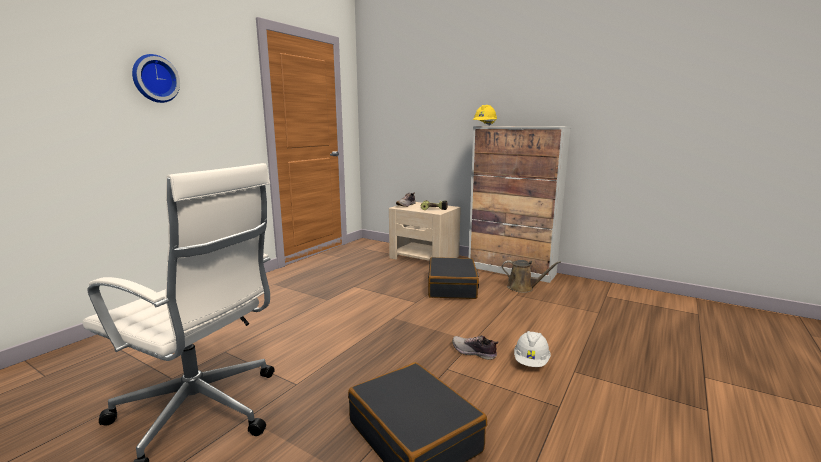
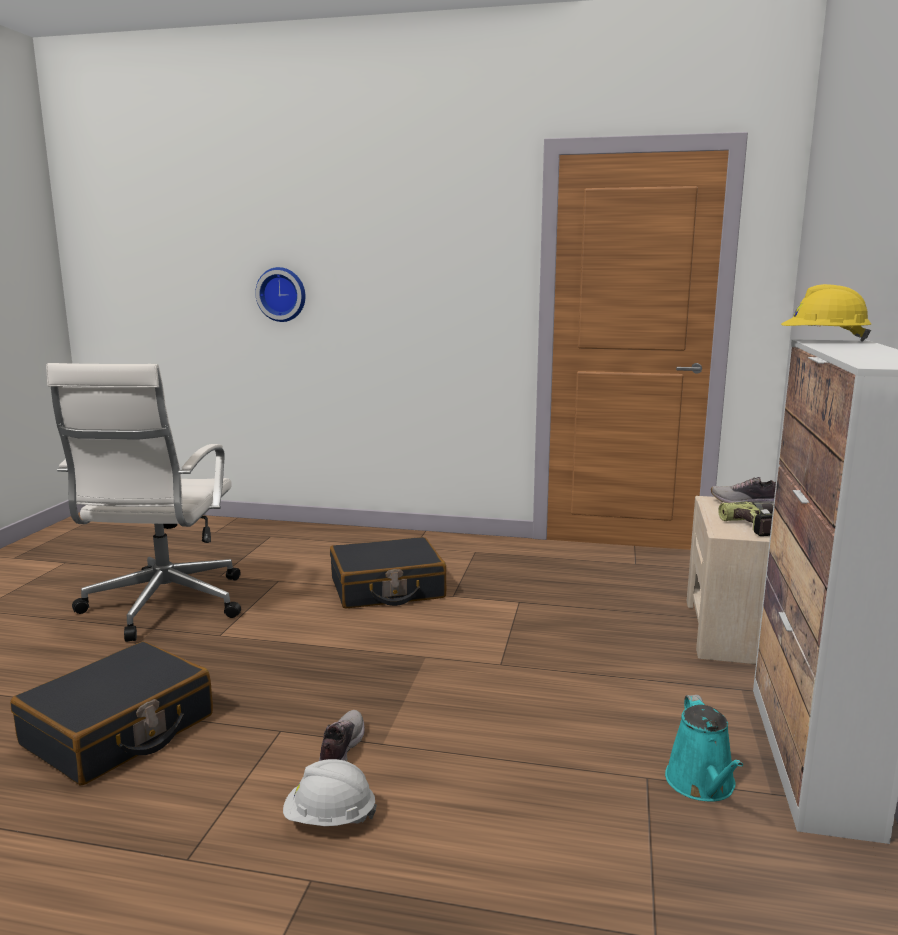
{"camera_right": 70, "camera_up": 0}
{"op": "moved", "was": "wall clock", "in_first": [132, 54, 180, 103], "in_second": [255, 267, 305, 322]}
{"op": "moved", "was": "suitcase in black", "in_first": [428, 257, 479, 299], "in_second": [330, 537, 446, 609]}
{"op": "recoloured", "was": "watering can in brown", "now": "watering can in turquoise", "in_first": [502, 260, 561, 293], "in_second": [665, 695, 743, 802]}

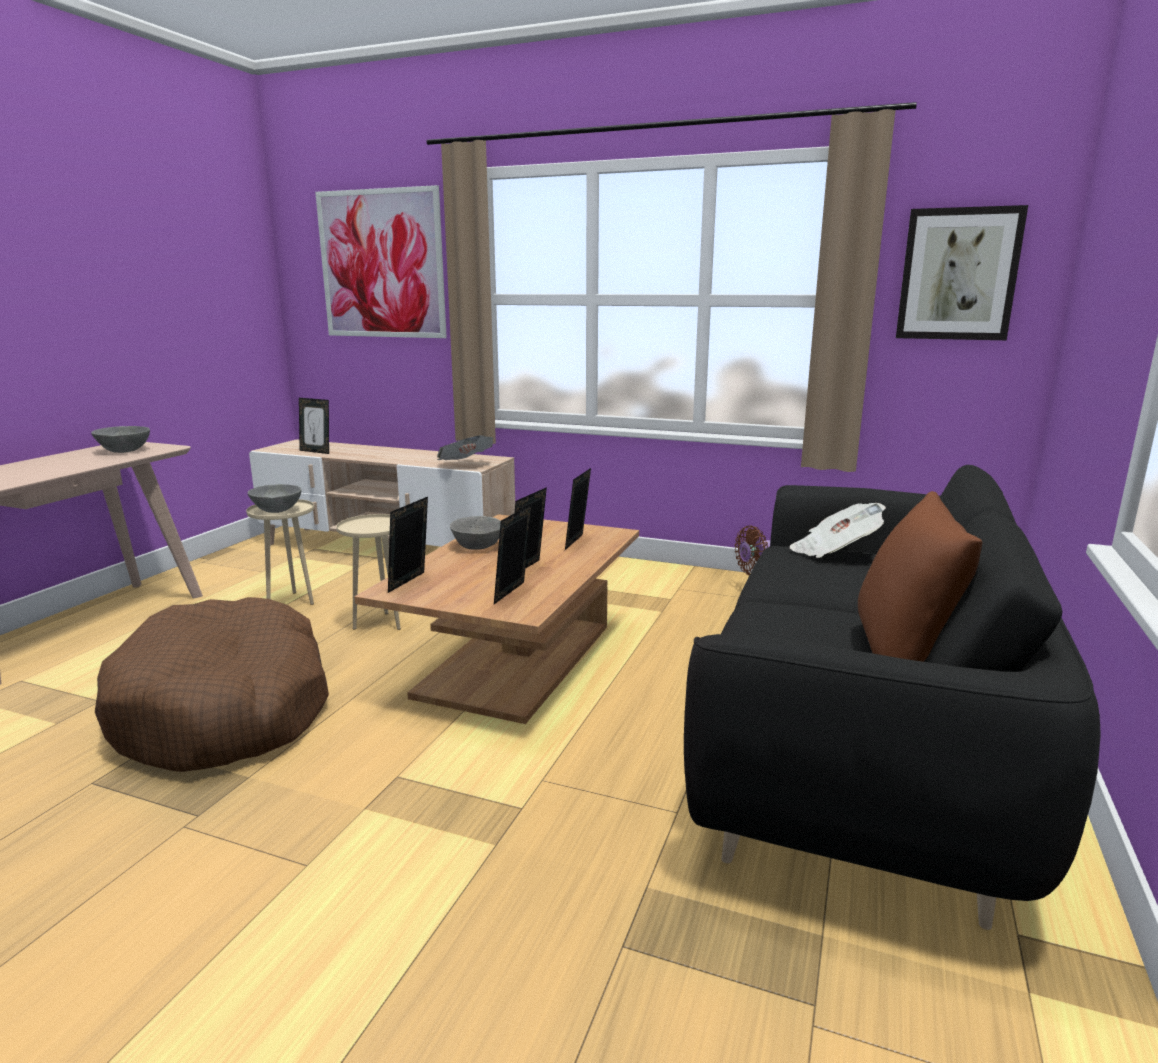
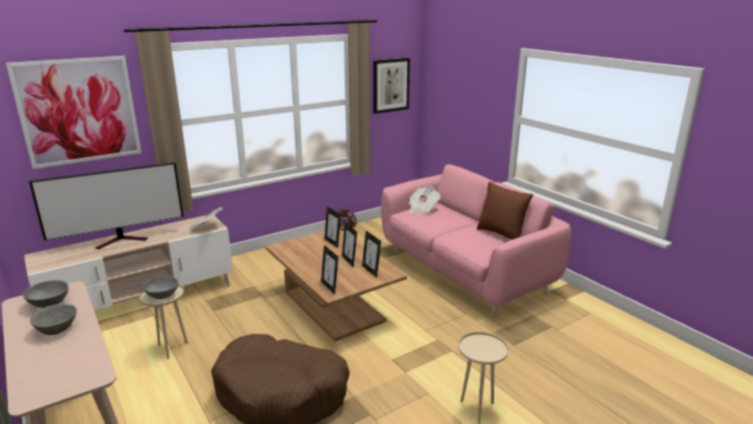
{"camera_right": -55, "camera_up": 5}
{"op": "removed", "was": "picture frame", "in_first": [299, 398, 329, 454]}
{"op": "added", "now": "television", "in_second": [29, 162, 184, 249]}
{"op": "moved", "was": "side table in beige", "in_first": [336, 514, 401, 630], "in_second": [458, 332, 508, 423]}
{"op": "moved", "was": "bowl in grey", "in_first": [450, 516, 501, 550], "in_second": [30, 304, 77, 335]}
{"op": "recoloured", "was": "sofa in black", "now": "sofa in pink", "in_first": [684, 465, 1100, 930], "in_second": [381, 165, 571, 316]}

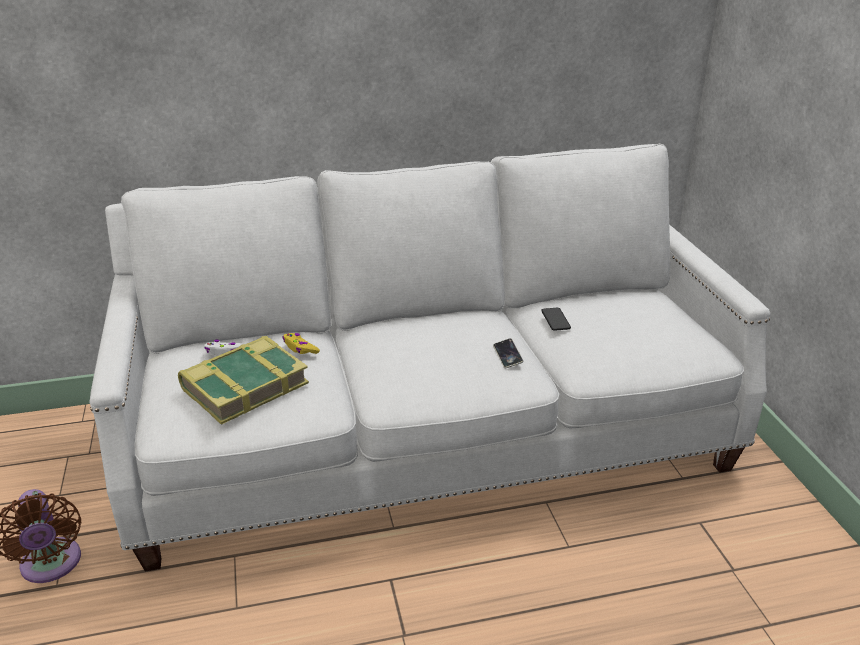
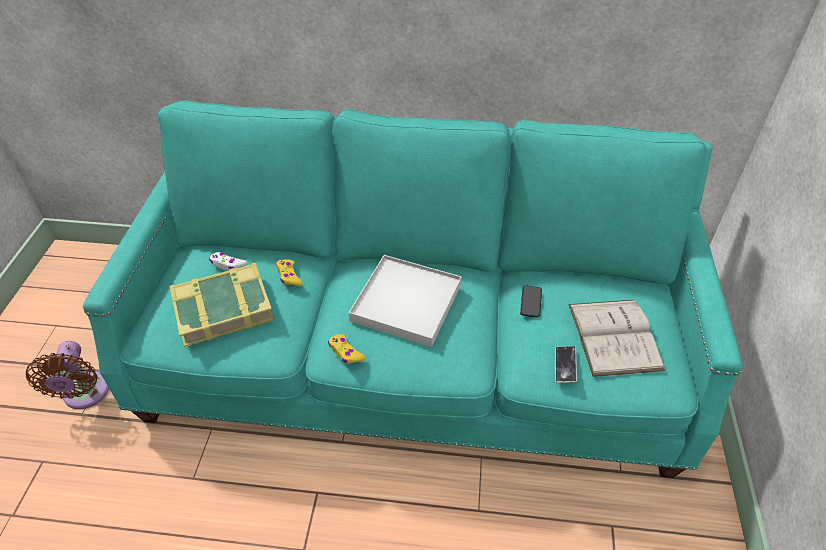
{"camera_right": 20, "camera_up": 15}
{"op": "added", "now": "game controller in yellow", "in_second": [328, 334, 366, 364]}
{"op": "added", "now": "tray in white", "in_second": [349, 255, 462, 347]}
{"op": "added", "now": "book in white", "in_second": [569, 300, 665, 377]}
{"op": "moved", "was": "phone", "in_first": [493, 338, 524, 368], "in_second": [555, 346, 577, 383]}
{"op": "recoloured", "was": "sofa in white", "now": "sofa in turquoise", "in_first": [89, 144, 770, 571], "in_second": [83, 100, 743, 478]}

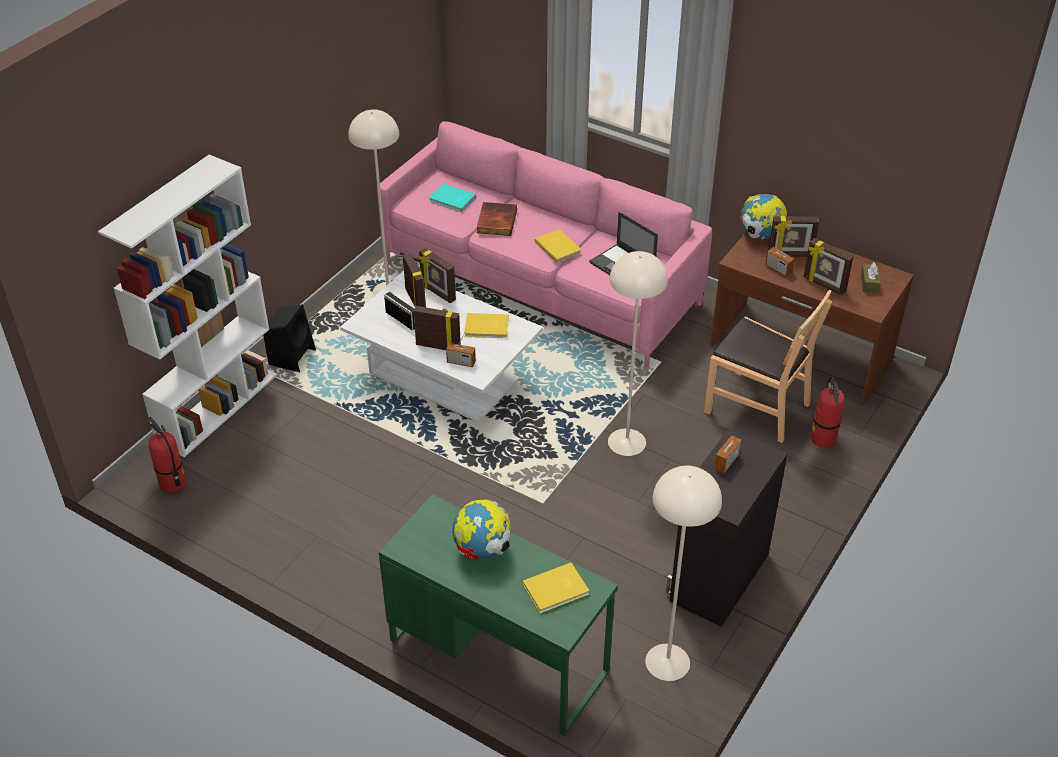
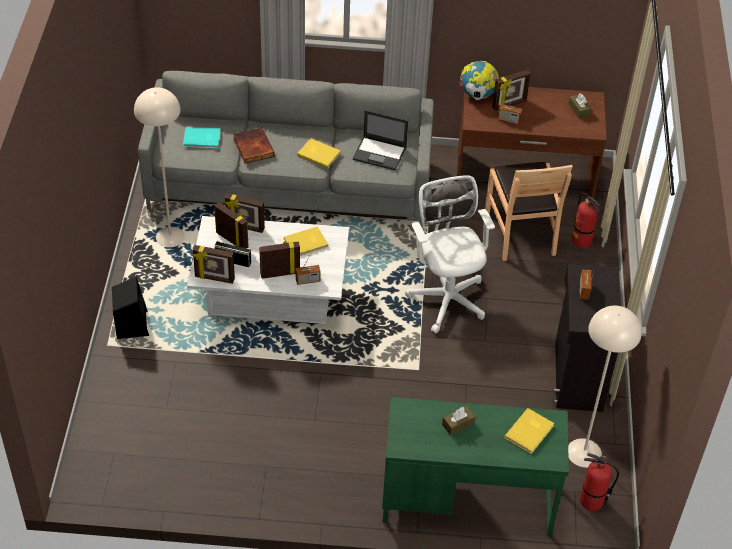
{"camera_right": -30, "camera_up": 5}
{"op": "removed", "was": "bookcase in white", "in_first": [98, 155, 277, 457]}
{"op": "moved", "was": "fire extinguisher", "in_first": [148, 417, 186, 493], "in_second": [580, 453, 619, 511]}
{"op": "moved", "was": "picture frame", "in_first": [804, 238, 853, 295], "in_second": [193, 245, 235, 284]}
{"op": "replaced", "was": "globe", "now": "tissue box in brown", "in_first": [452, 500, 511, 559], "in_second": [442, 406, 475, 435]}
{"op": "replaced", "was": "floor lamp in beige", "now": "office chair in white", "in_first": [608, 251, 668, 456], "in_second": [405, 175, 495, 334]}
{"op": "recoloured", "was": "sofa in pink", "now": "sofa in grey", "in_first": [377, 121, 712, 368], "in_second": [138, 71, 434, 228]}
{"op": "turned", "was": "chair in brown", "in_first": [704, 290, 832, 443], "in_second": [485, 162, 573, 261], "clockwise": 75}

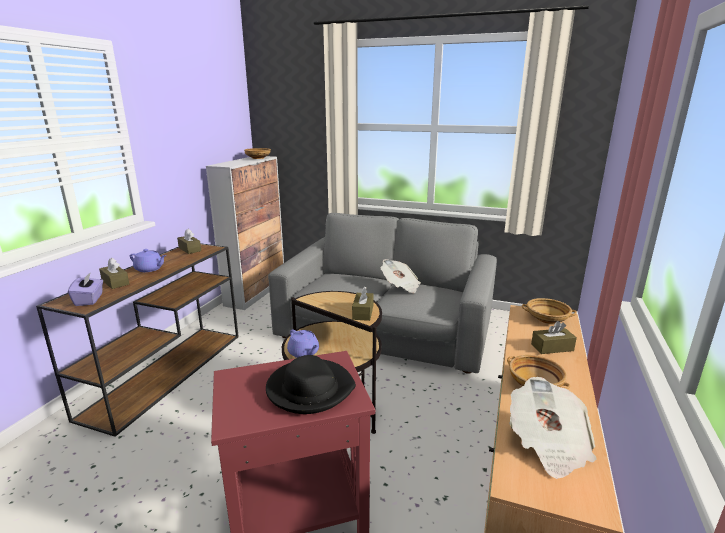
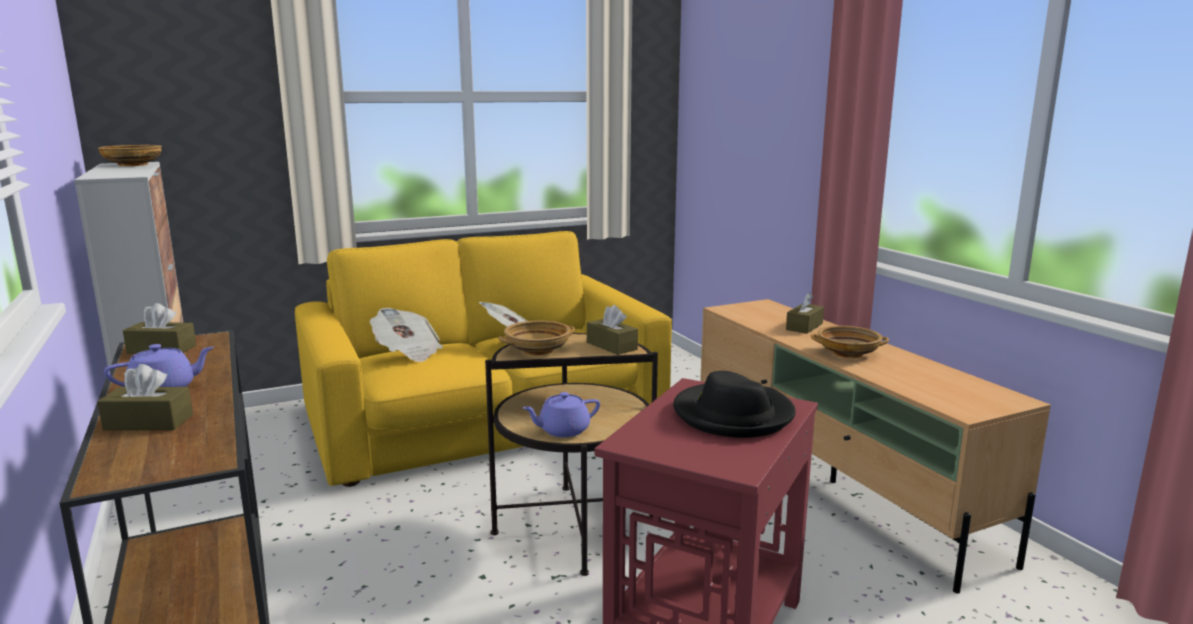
{"camera_right": -45, "camera_up": -5}
{"op": "removed", "was": "tissue box in purple", "in_first": [68, 272, 103, 306]}
{"op": "moved", "was": "newspaper", "in_first": [509, 377, 597, 479], "in_second": [370, 308, 443, 362]}
{"op": "moved", "was": "bowl in beige", "in_first": [522, 298, 577, 324], "in_second": [498, 321, 575, 355]}
{"op": "recoloured", "was": "sofa in grey", "now": "sofa in yellow", "in_first": [268, 213, 497, 374], "in_second": [295, 231, 672, 487]}
{"op": "turned", "was": "teapot in purple", "in_first": [287, 329, 319, 358], "in_second": [522, 392, 600, 437], "clockwise": 150}

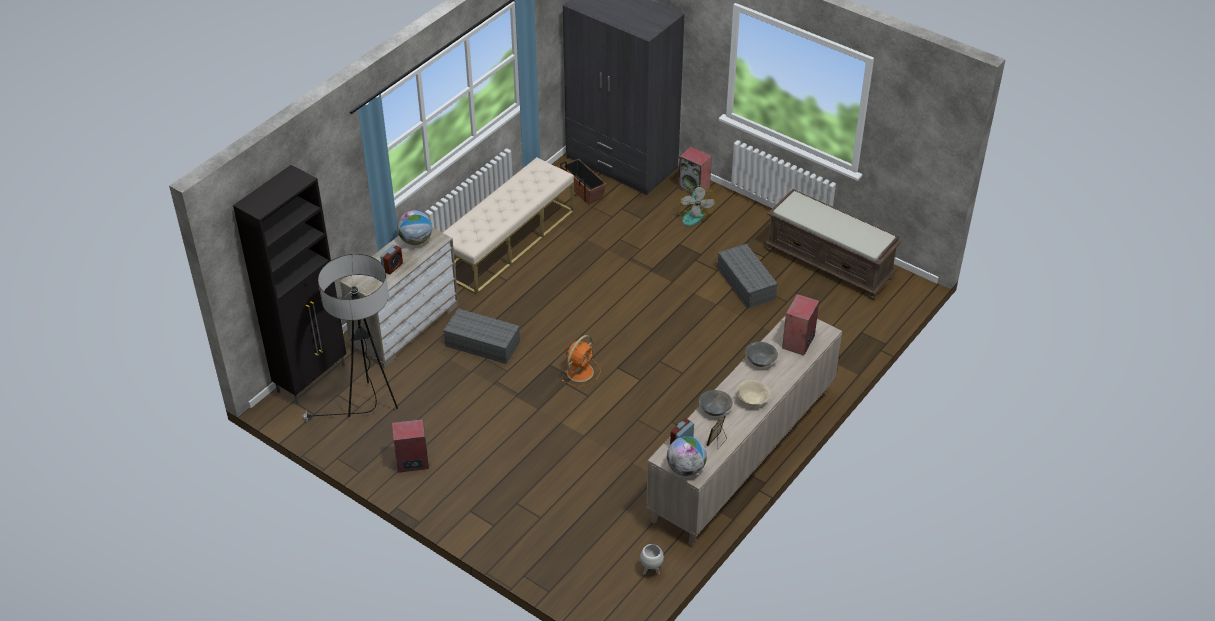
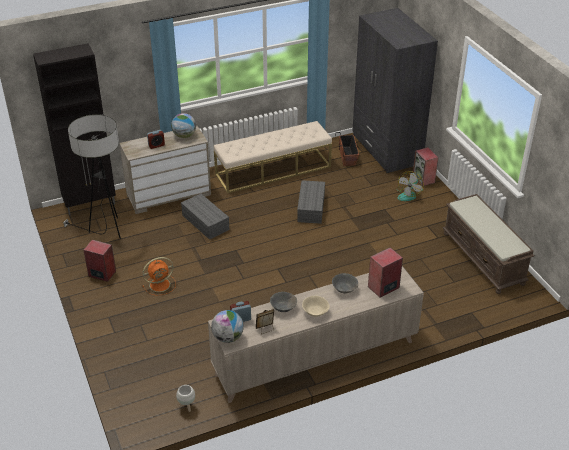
{"camera_right": 30, "camera_up": -5}
{"op": "moved", "was": "fan in orange", "in_first": [562, 335, 601, 387], "in_second": [142, 257, 176, 295]}
{"op": "moved", "was": "storage box in grey", "in_first": [717, 244, 778, 309], "in_second": [297, 180, 325, 224]}

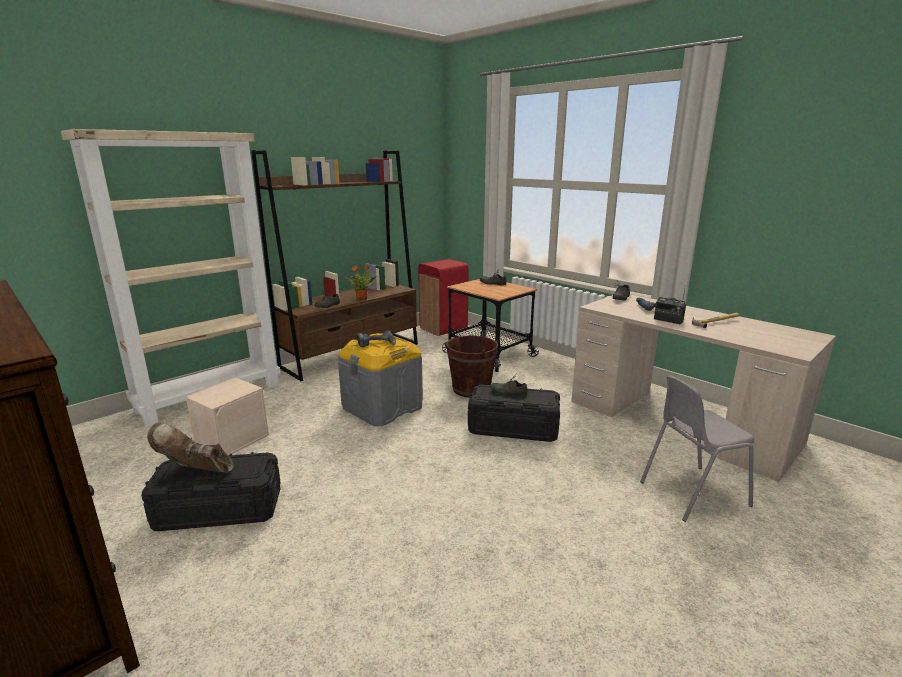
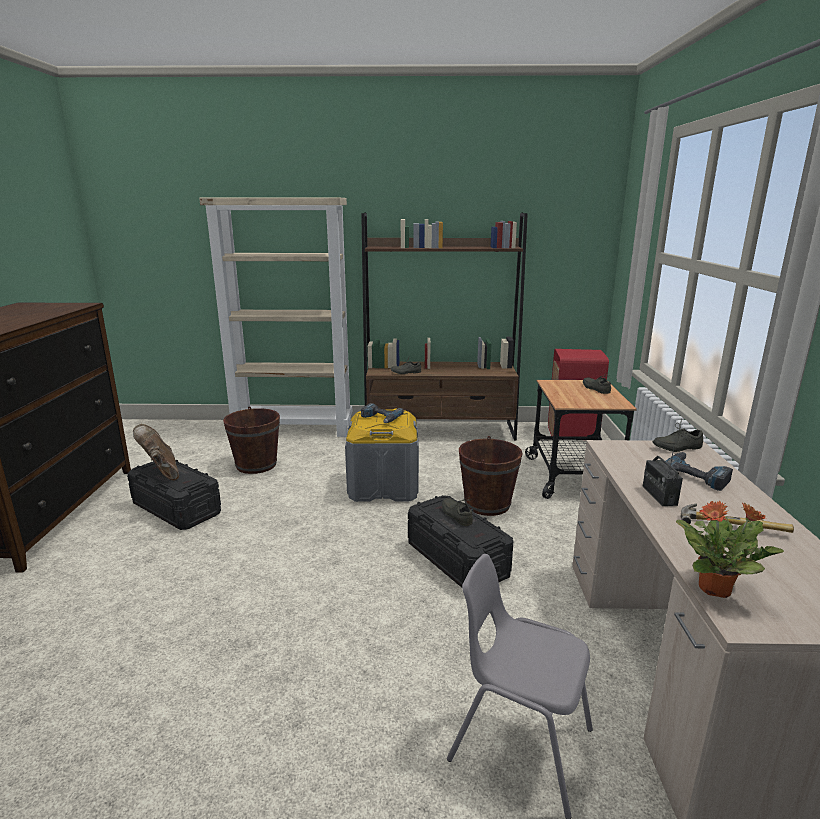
{"camera_right": 45, "camera_up": 0}
{"op": "moved", "was": "potted plant", "in_first": [344, 265, 377, 300], "in_second": [676, 501, 784, 598]}
{"op": "replaced", "was": "storage box in beige", "now": "bucket in brown", "in_first": [185, 378, 269, 455], "in_second": [223, 407, 280, 474]}

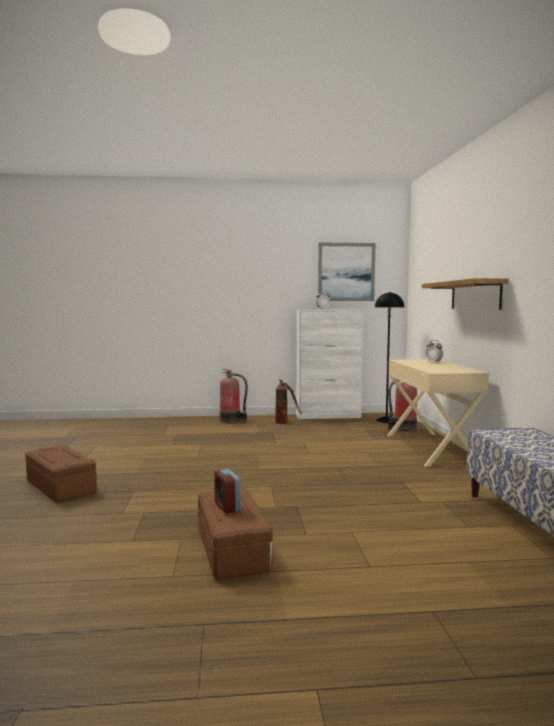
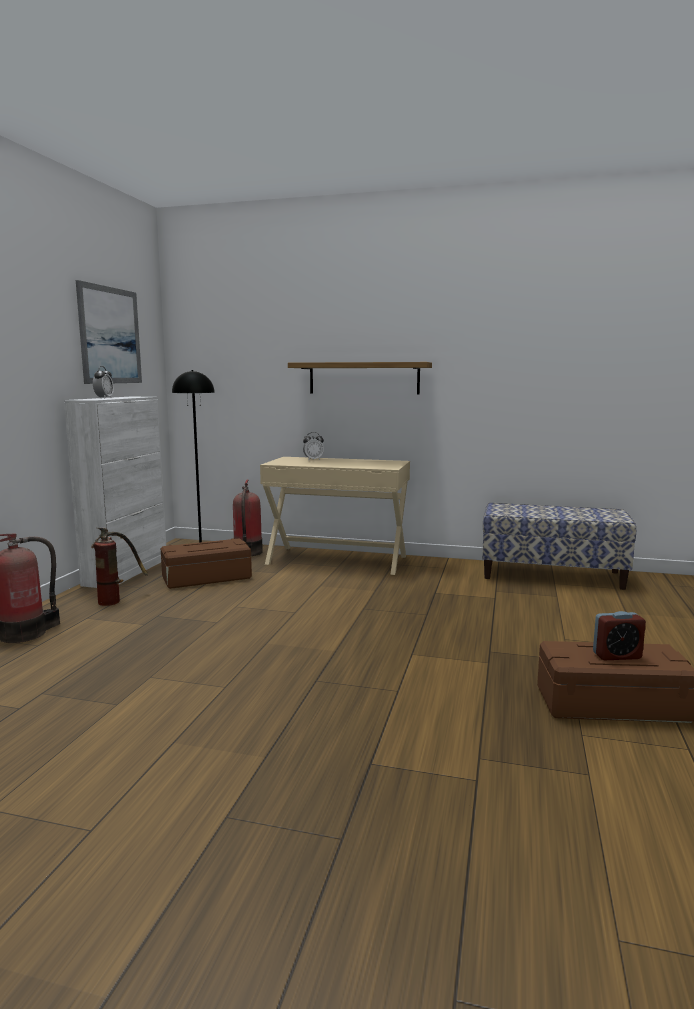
{"camera_right": -70, "camera_up": 5}
{"op": "moved", "was": "storage box in brown", "in_first": [25, 445, 97, 503], "in_second": [161, 538, 252, 589]}

